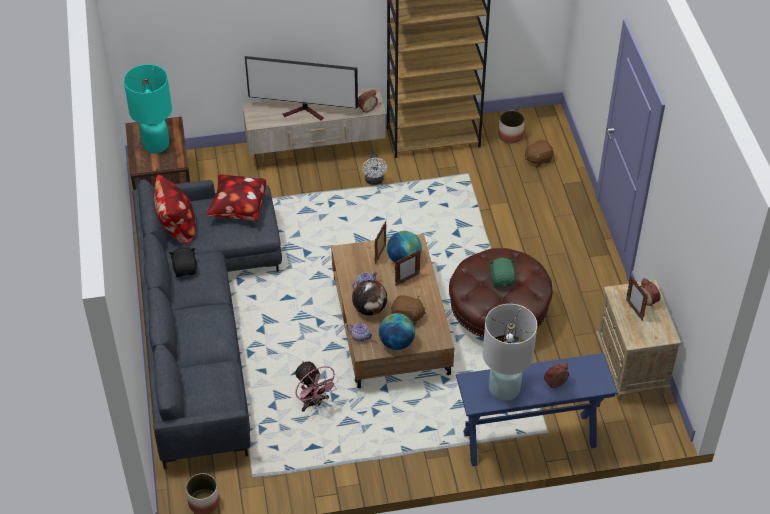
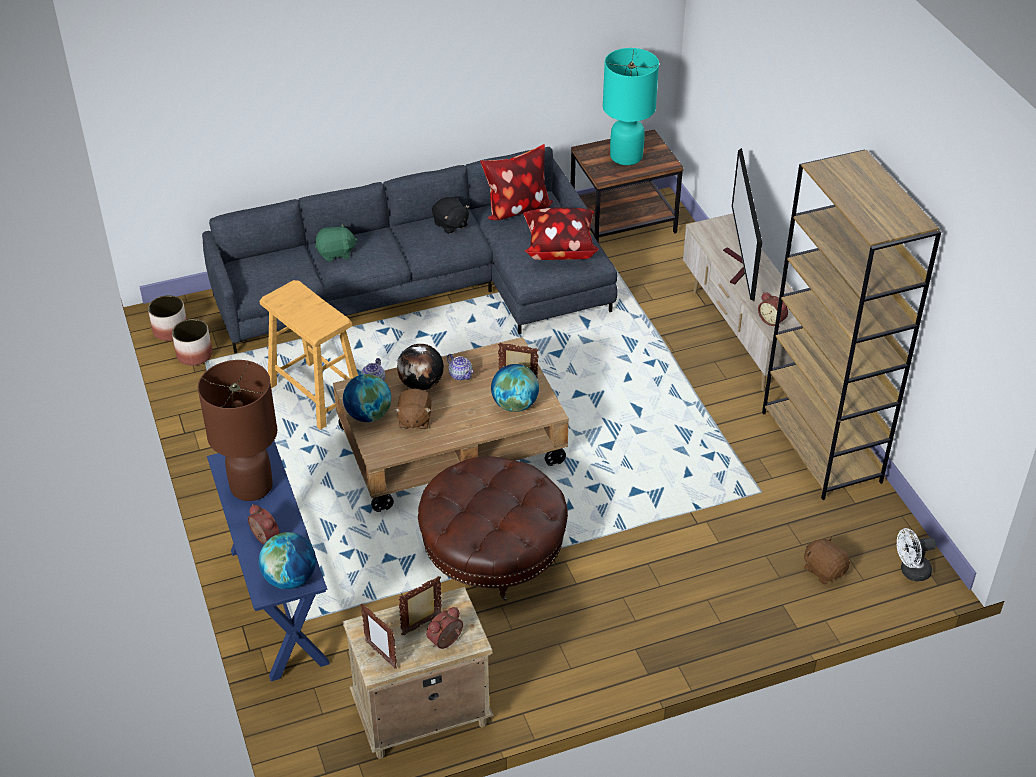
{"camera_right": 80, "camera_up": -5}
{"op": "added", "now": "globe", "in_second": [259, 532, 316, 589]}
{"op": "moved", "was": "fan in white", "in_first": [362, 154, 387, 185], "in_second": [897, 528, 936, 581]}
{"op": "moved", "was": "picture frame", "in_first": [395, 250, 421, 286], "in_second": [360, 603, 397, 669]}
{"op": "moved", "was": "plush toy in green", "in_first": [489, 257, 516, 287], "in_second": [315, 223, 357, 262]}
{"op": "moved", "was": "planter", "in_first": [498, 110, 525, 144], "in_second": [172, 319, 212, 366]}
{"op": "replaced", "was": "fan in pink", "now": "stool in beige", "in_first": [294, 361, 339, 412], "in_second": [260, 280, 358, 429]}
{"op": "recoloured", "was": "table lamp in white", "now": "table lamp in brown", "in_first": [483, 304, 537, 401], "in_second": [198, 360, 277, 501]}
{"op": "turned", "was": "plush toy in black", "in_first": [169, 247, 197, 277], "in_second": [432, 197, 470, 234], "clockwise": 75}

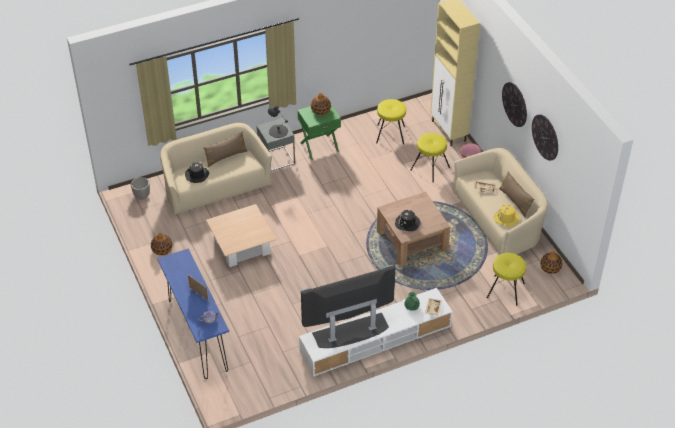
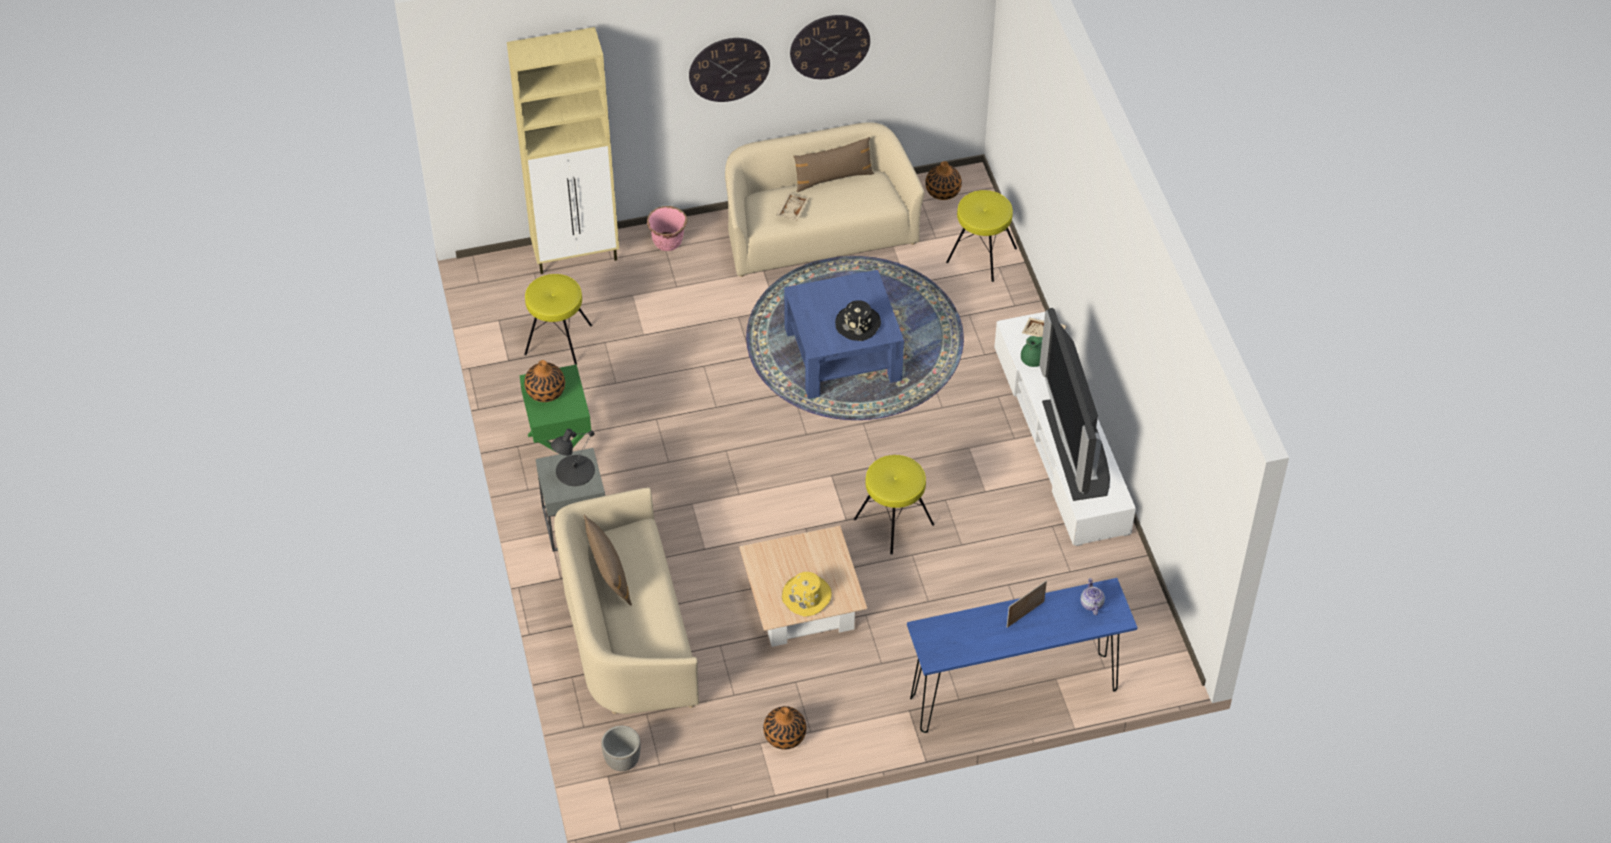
{"camera_right": -80, "camera_up": 5}
{"op": "removed", "was": "hat in black", "in_first": [185, 162, 209, 183]}
{"op": "moved", "was": "stool in yellow", "in_first": [410, 133, 450, 183], "in_second": [854, 455, 934, 555]}
{"op": "moved", "was": "hat in yellow", "in_first": [494, 205, 520, 226], "in_second": [782, 572, 832, 617]}
{"op": "recoloured", "was": "coffee table in brown", "now": "coffee table in blue", "in_first": [377, 192, 450, 267], "in_second": [784, 270, 904, 399]}

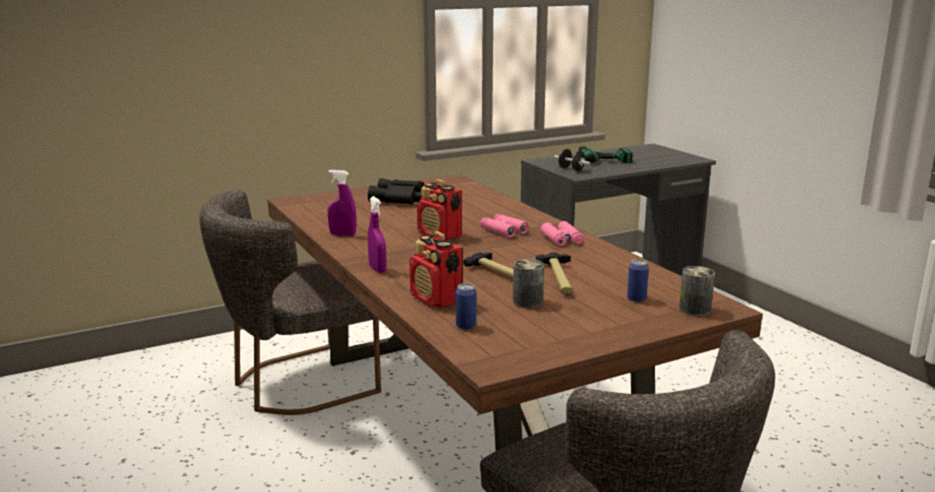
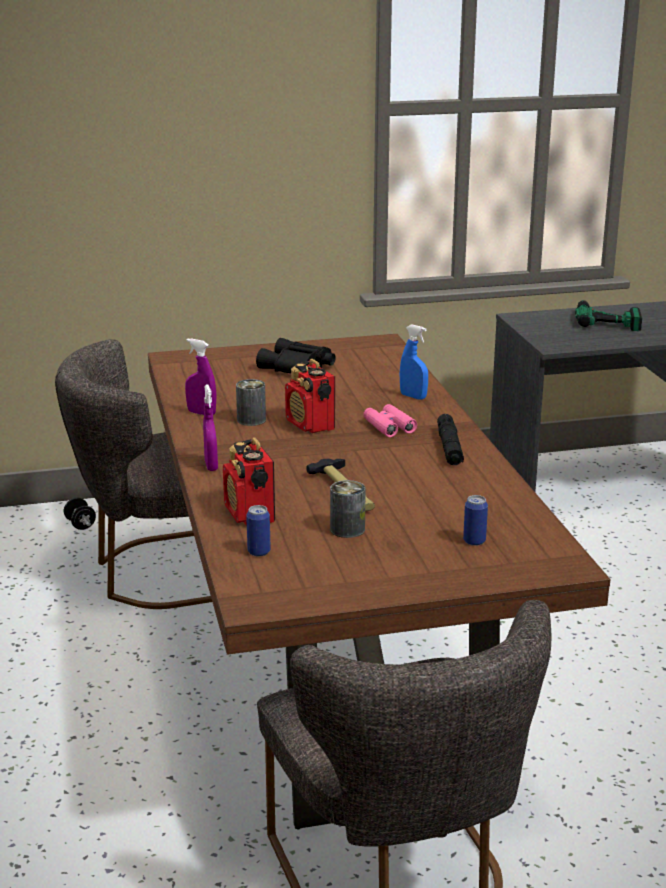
{"camera_right": 15, "camera_up": 5}
{"op": "removed", "was": "hammer", "in_first": [536, 253, 573, 294]}
{"op": "added", "now": "spray bottle in blue", "in_second": [400, 324, 428, 400]}
{"op": "moved", "was": "dumbbell in black", "in_first": [554, 149, 590, 171], "in_second": [64, 498, 96, 530]}
{"op": "moved", "was": "can", "in_first": [679, 266, 715, 316], "in_second": [236, 379, 266, 426]}
{"op": "replaced", "was": "binoculars in pink", "now": "flashlight in black", "in_first": [541, 221, 584, 246], "in_second": [437, 414, 464, 465]}

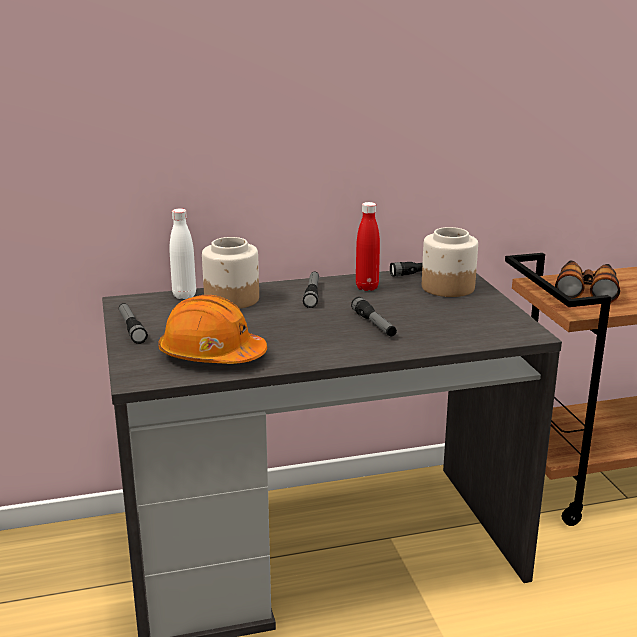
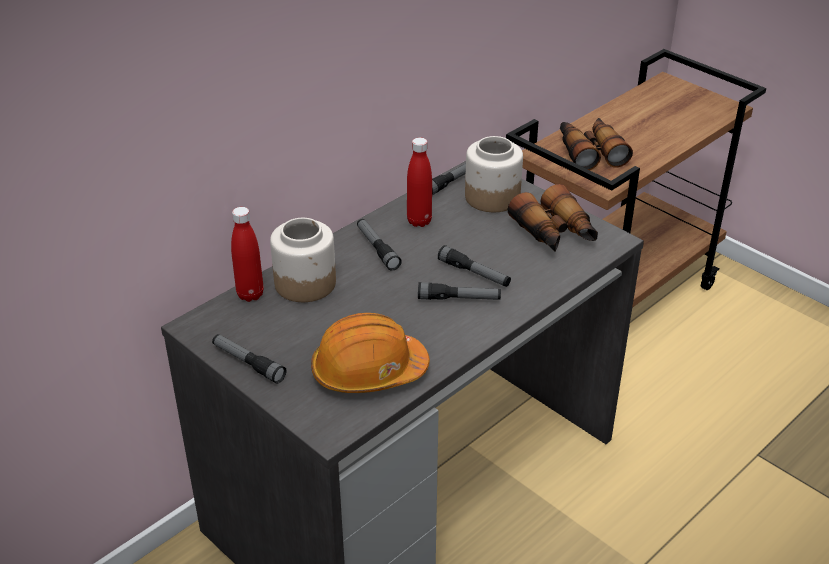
{"camera_right": -30, "camera_up": 15}
{"op": "added", "now": "flashlight", "in_second": [418, 282, 501, 300]}
{"op": "added", "now": "binoculars", "in_second": [508, 184, 598, 251]}
{"op": "recoloured", "was": "bottle in white", "now": "bottle in red", "in_first": [169, 208, 196, 299], "in_second": [231, 207, 264, 302]}

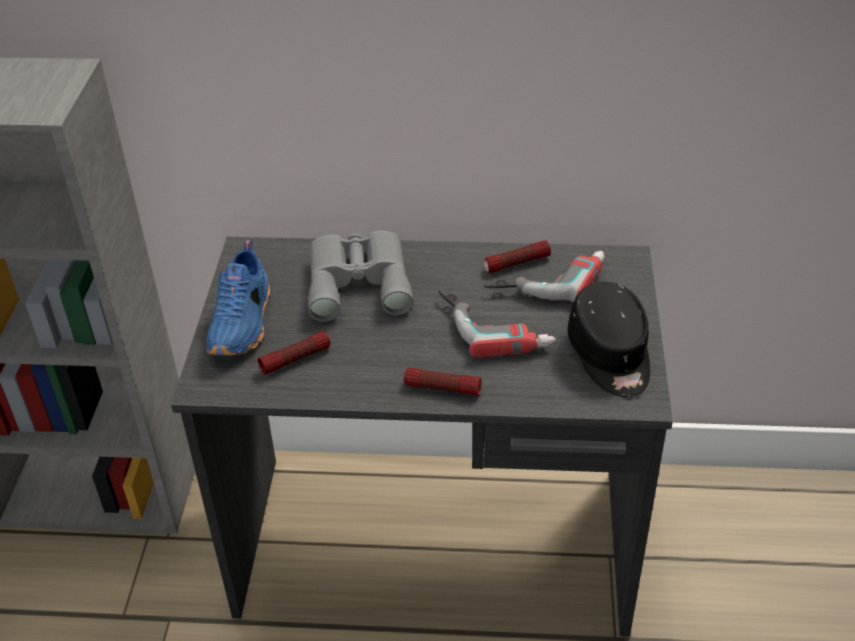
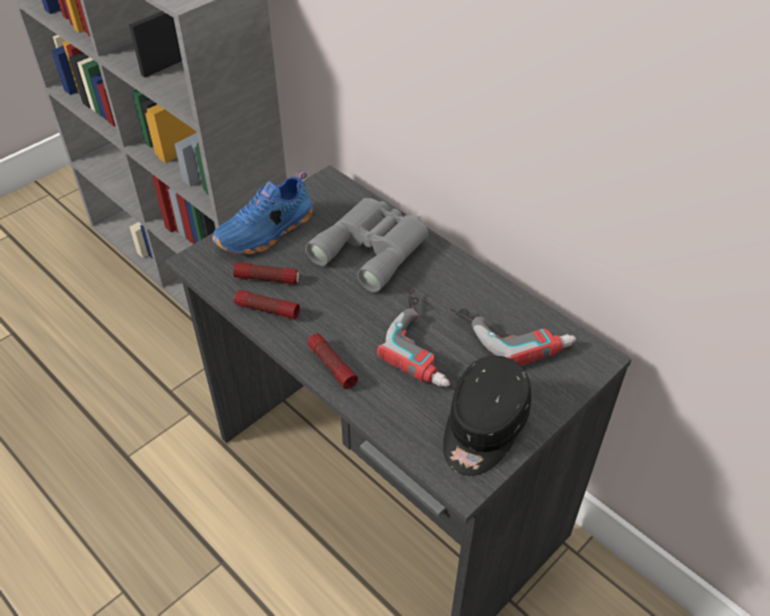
{"camera_right": 40, "camera_up": 5}
{"op": "moved", "was": "flashlight", "in_first": [484, 240, 551, 273], "in_second": [234, 290, 300, 319]}

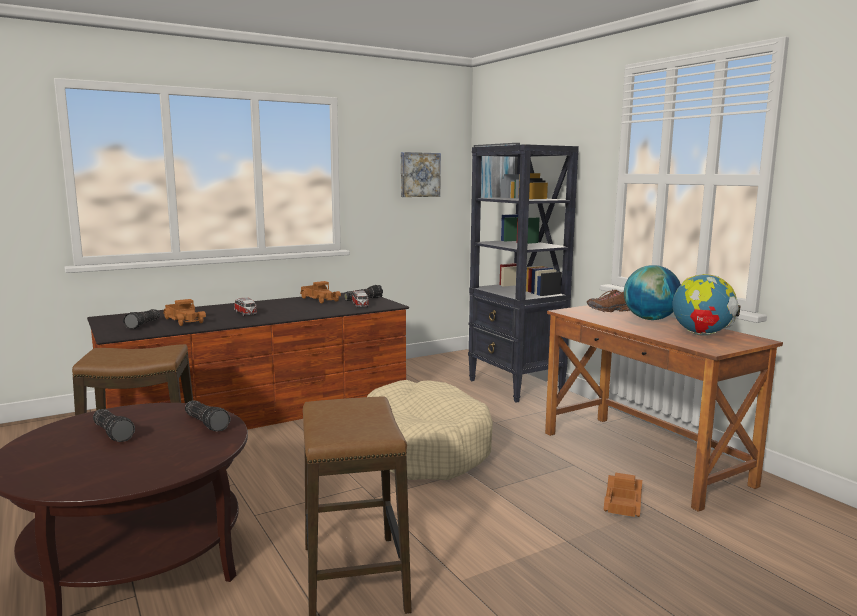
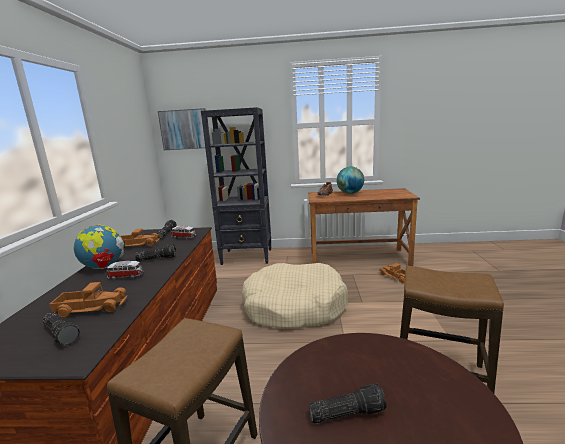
{"camera_right": -55, "camera_up": 5}
{"op": "removed", "was": "picture", "in_first": [401, 152, 441, 197]}
{"op": "moved", "was": "flashlight", "in_first": [185, 400, 230, 432], "in_second": [135, 245, 177, 261]}
{"op": "moved", "was": "globe", "in_first": [673, 274, 740, 336], "in_second": [74, 224, 126, 269]}

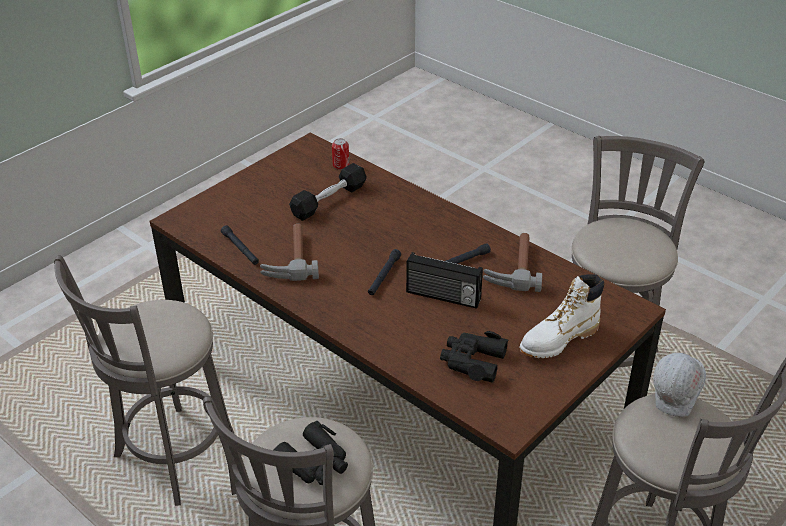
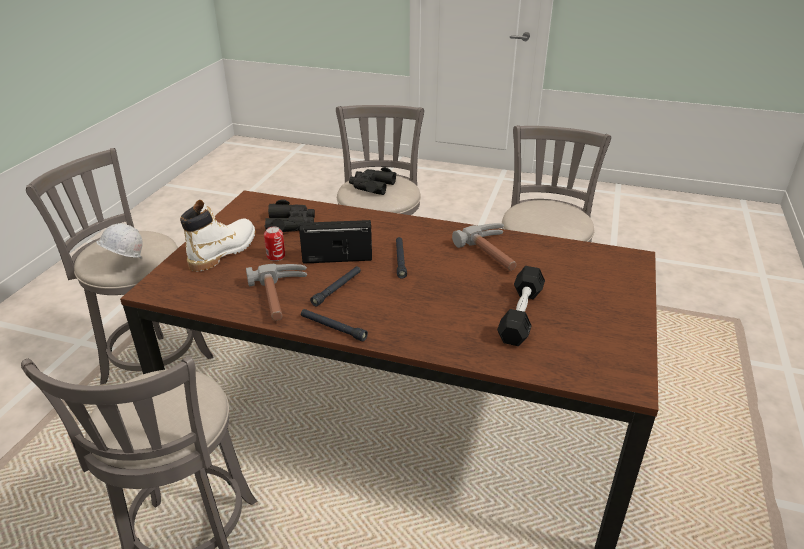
{"camera_right": 155, "camera_up": -5}
{"op": "moved", "was": "flashlight in black", "in_first": [221, 225, 259, 265], "in_second": [301, 309, 368, 342]}
{"op": "moved", "was": "can", "in_first": [332, 138, 349, 170], "in_second": [264, 227, 285, 261]}

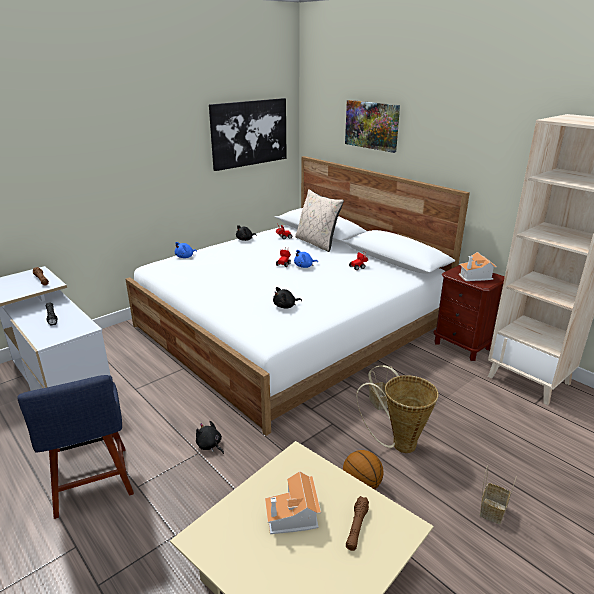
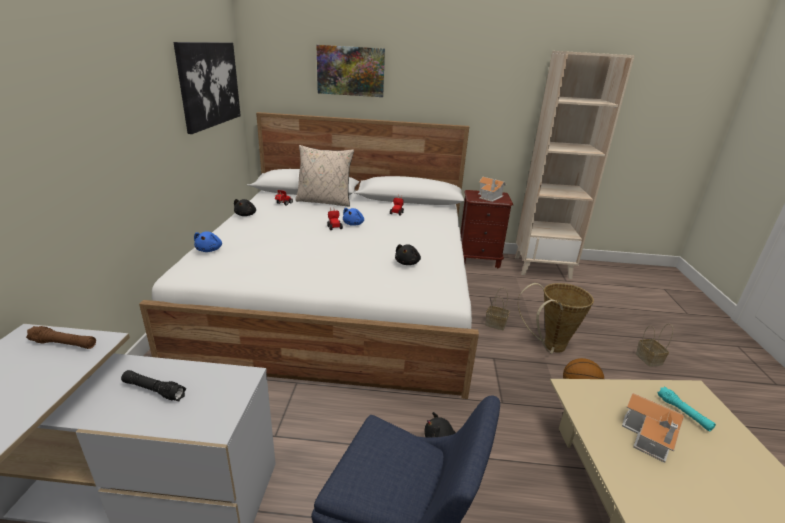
{"camera_right": -45, "camera_up": 0}
{"op": "recoloured", "was": "flashlight in brown", "now": "flashlight in turquoise", "in_first": [346, 496, 369, 551], "in_second": [657, 386, 716, 431]}

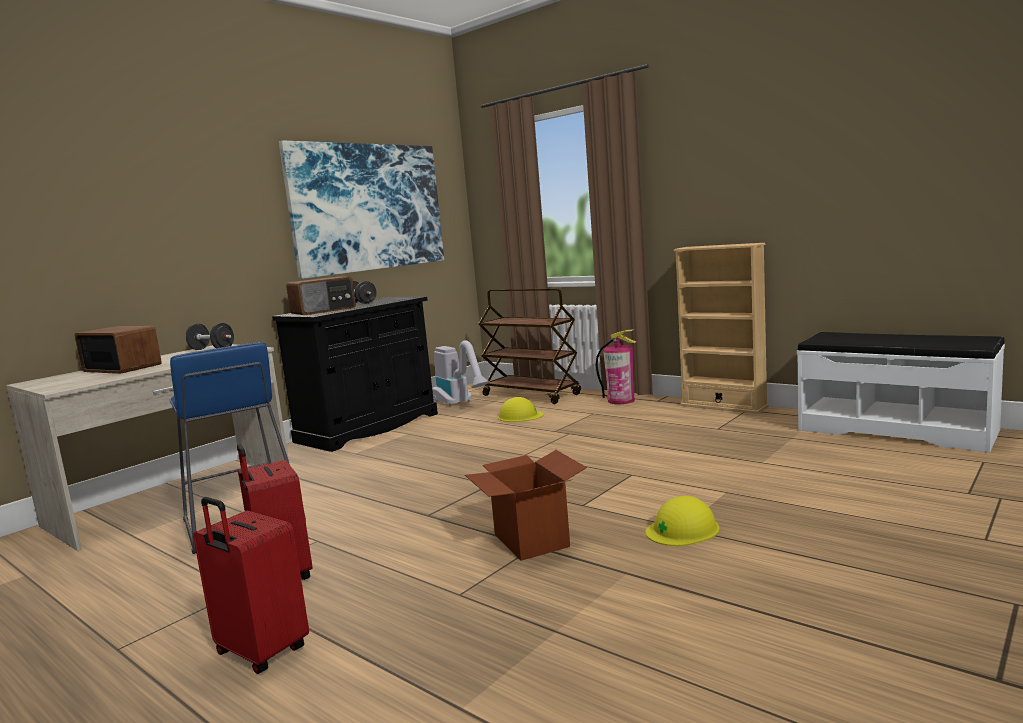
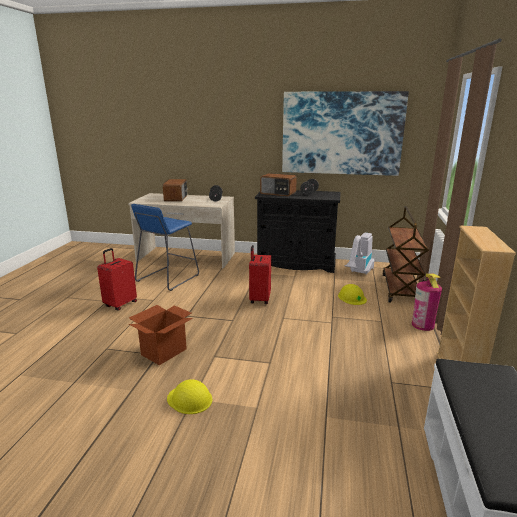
{"camera_right": 60, "camera_up": 10}
{"op": "moved", "was": "suitcase in red", "in_first": [193, 497, 309, 674], "in_second": [249, 245, 271, 304]}

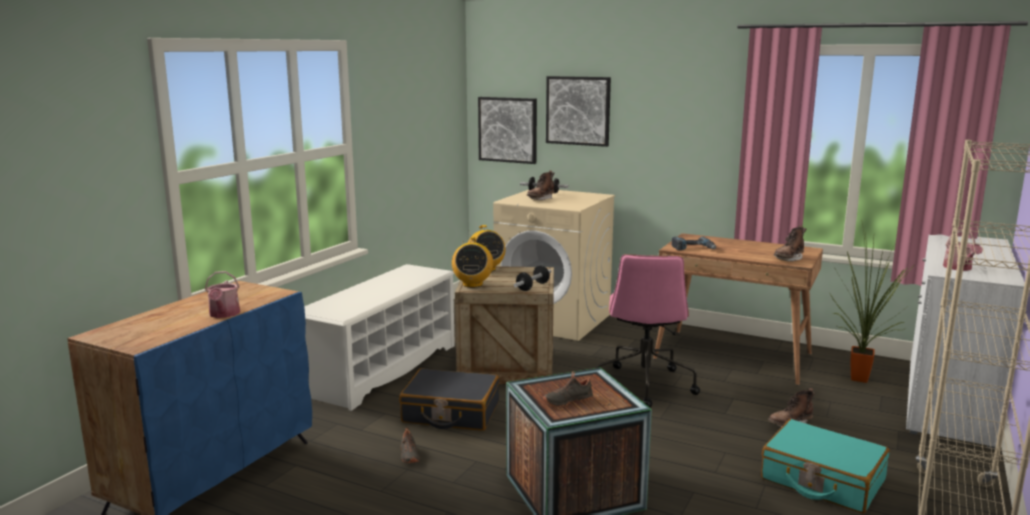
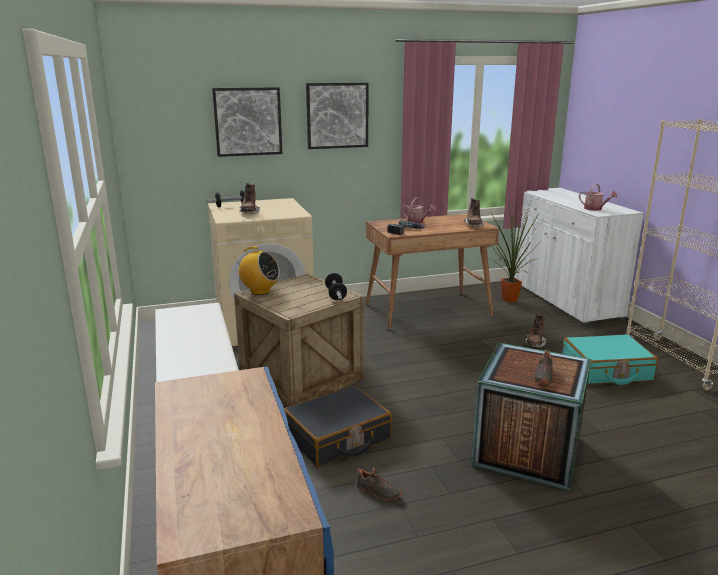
{"camera_right": -45, "camera_up": 5}
{"op": "removed", "was": "radio", "in_first": [452, 237, 493, 288]}
{"op": "removed", "was": "office chair in pink", "in_first": [596, 254, 700, 407]}
{"op": "moved", "was": "watering can", "in_first": [205, 271, 240, 318], "in_second": [401, 198, 436, 223]}
{"op": "moved", "was": "picture", "in_first": [478, 97, 537, 164], "in_second": [306, 83, 369, 149]}

